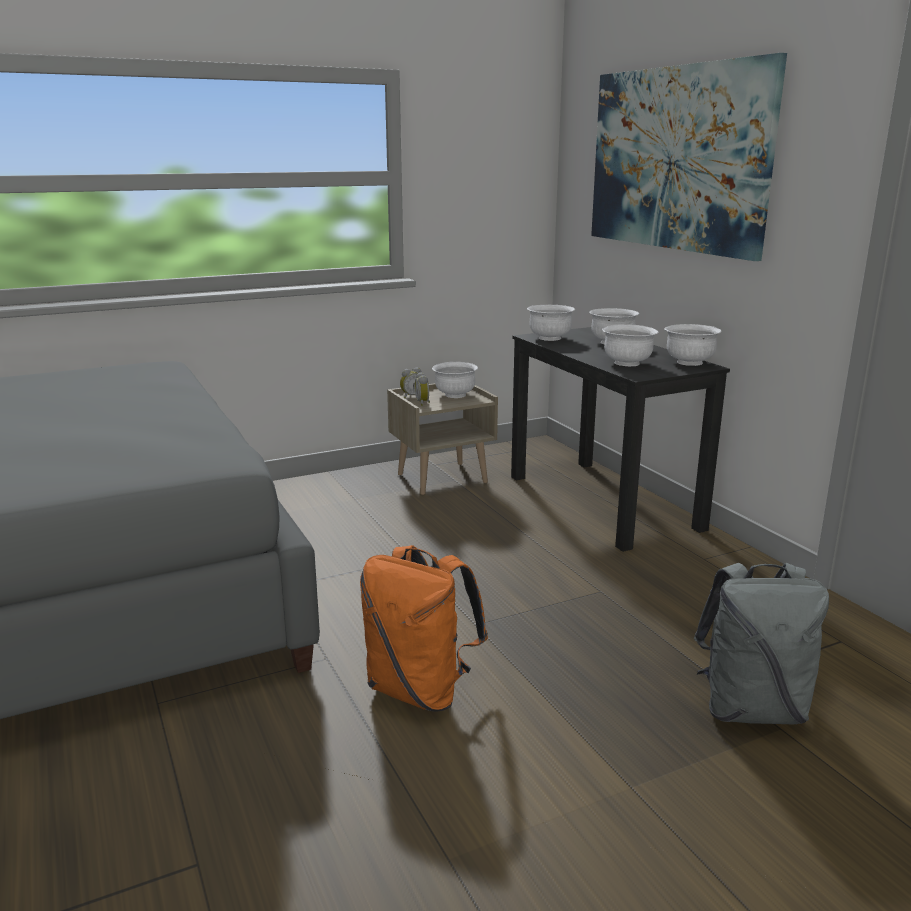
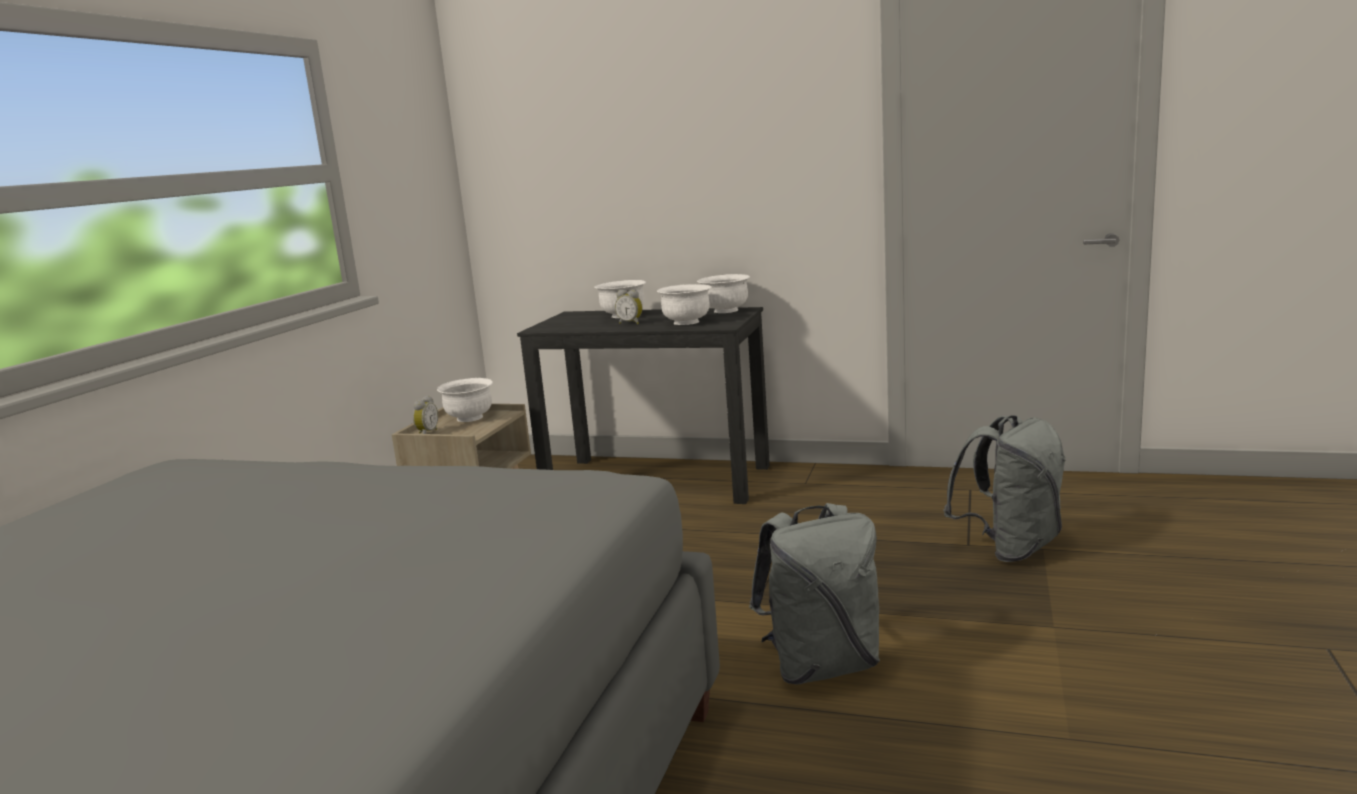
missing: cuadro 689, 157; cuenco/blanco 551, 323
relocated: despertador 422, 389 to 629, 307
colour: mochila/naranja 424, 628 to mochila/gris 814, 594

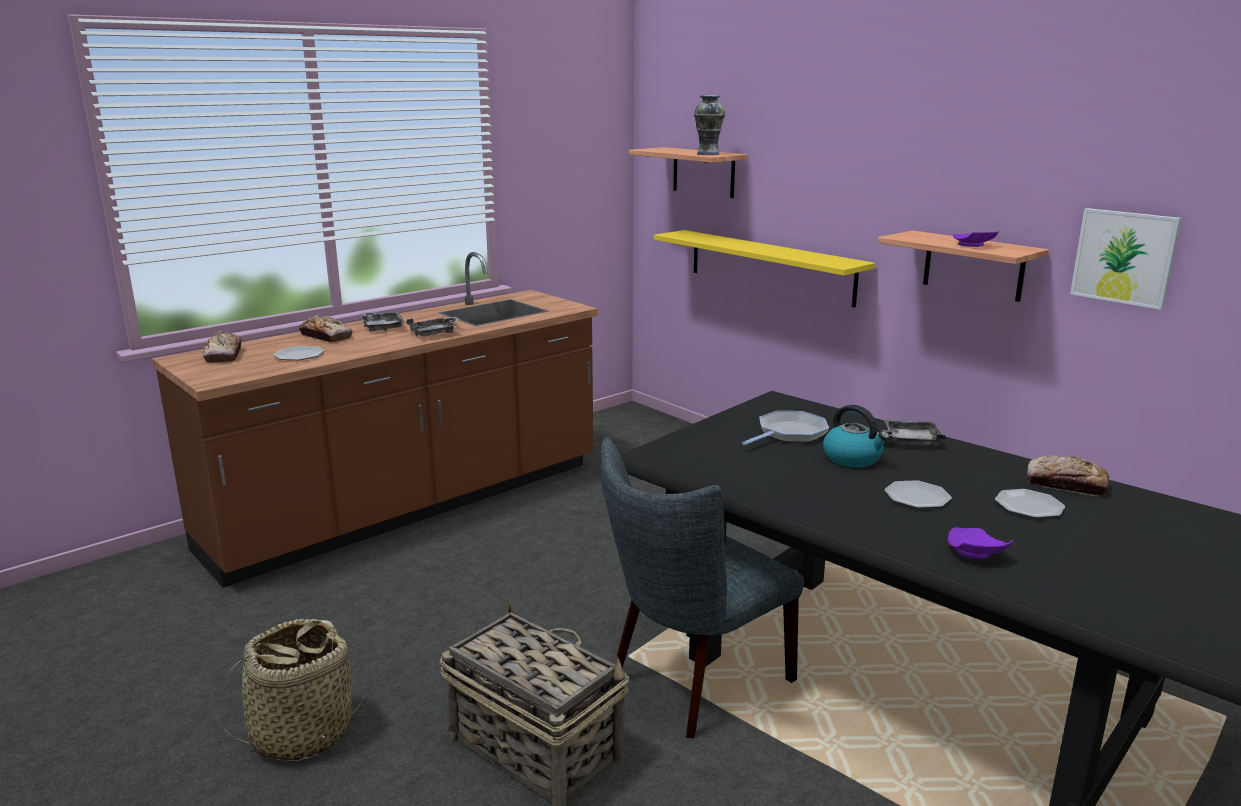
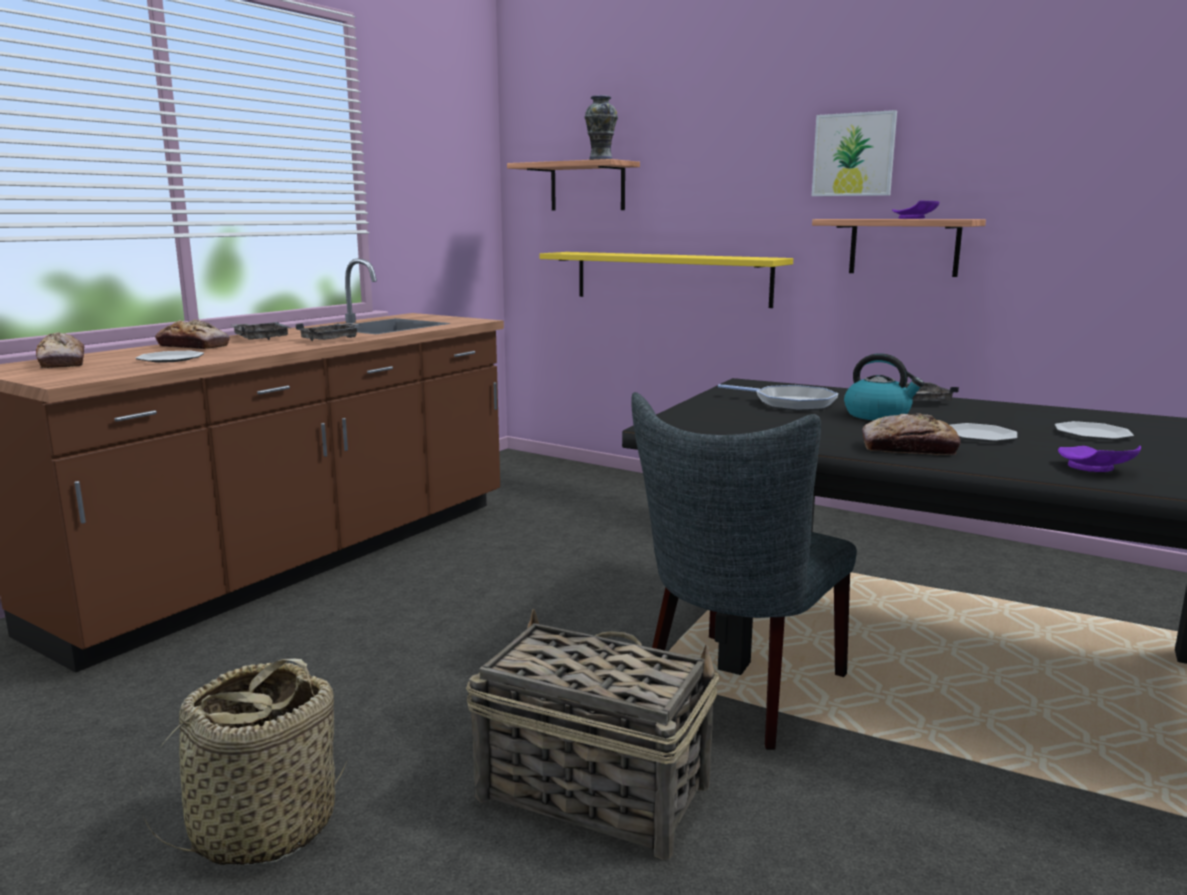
relocated: cuadro 1126, 259 to 854, 153; pan 1068, 475 to 911, 434
spun: sartén 785, 428 = 778, 397 90 degrees clockwise

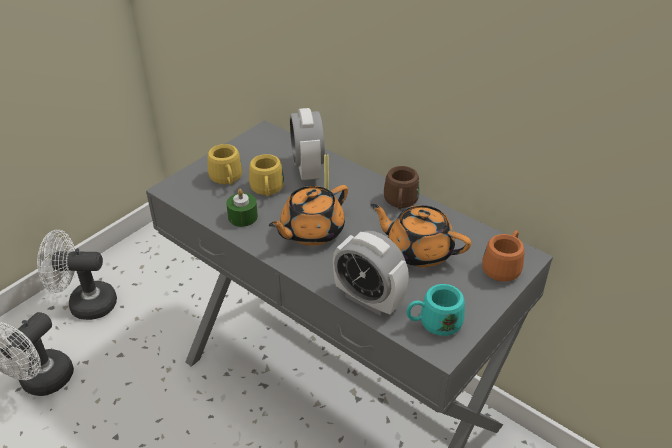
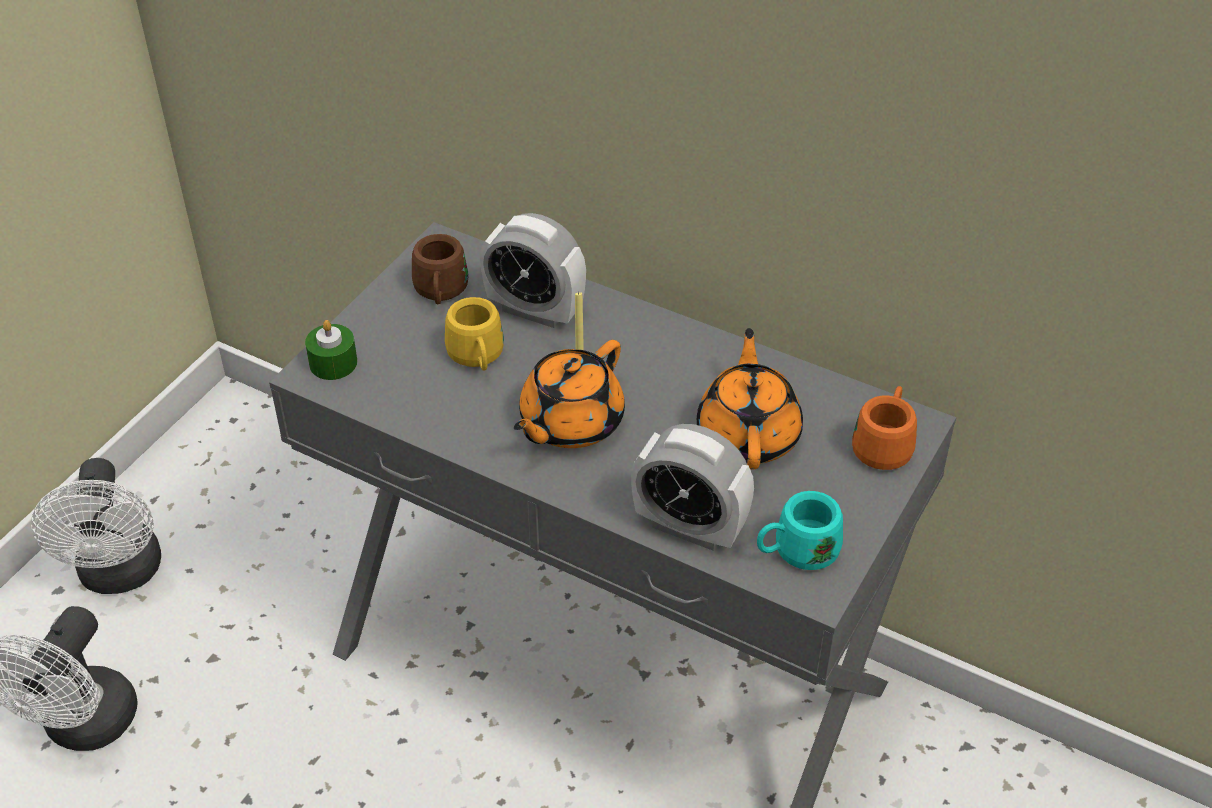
missing: taza grande/amarillo 224, 164
relocated: taza grande/marrón 401, 187 to 440, 269; vela/verde 242, 208 to 331, 350
spun: despertador 307, 144 = 533, 270 45 degrees counterclockwise; tetera/naranja 420, 235 = 750, 398 75 degrees clockwise; ventilador/blanco 77, 275 = 96, 526 90 degrees counterclockwise

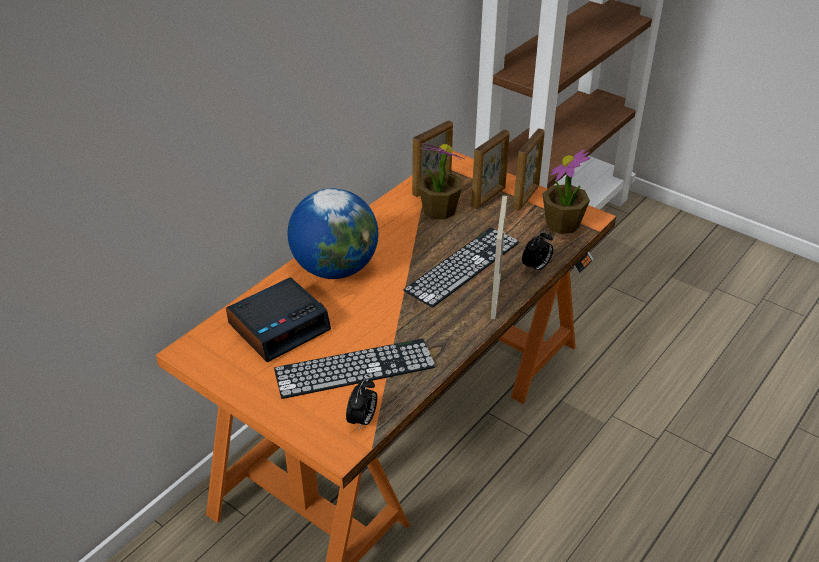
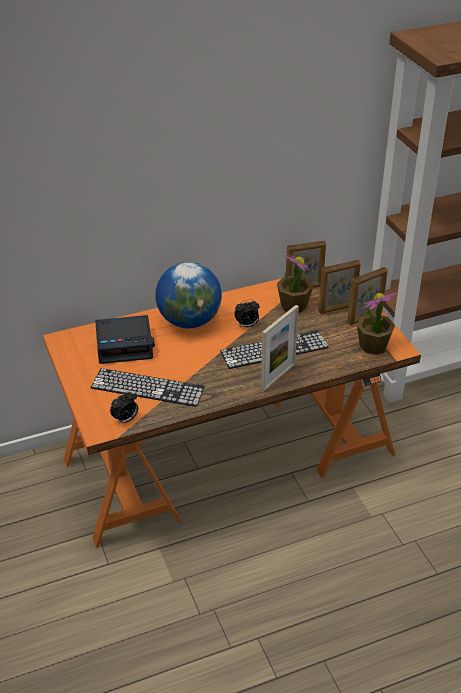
relocated: despertador 537, 251 to 247, 313

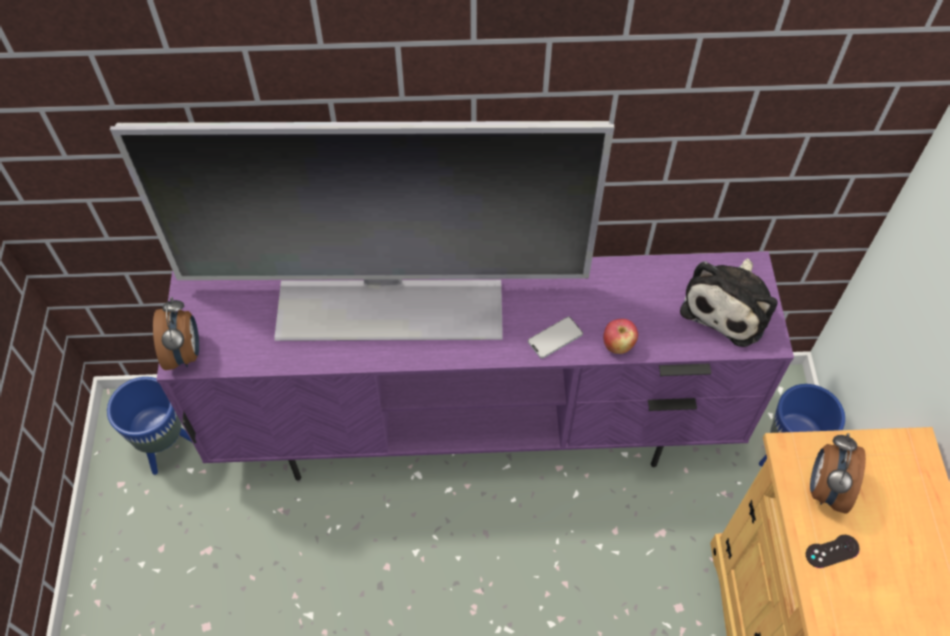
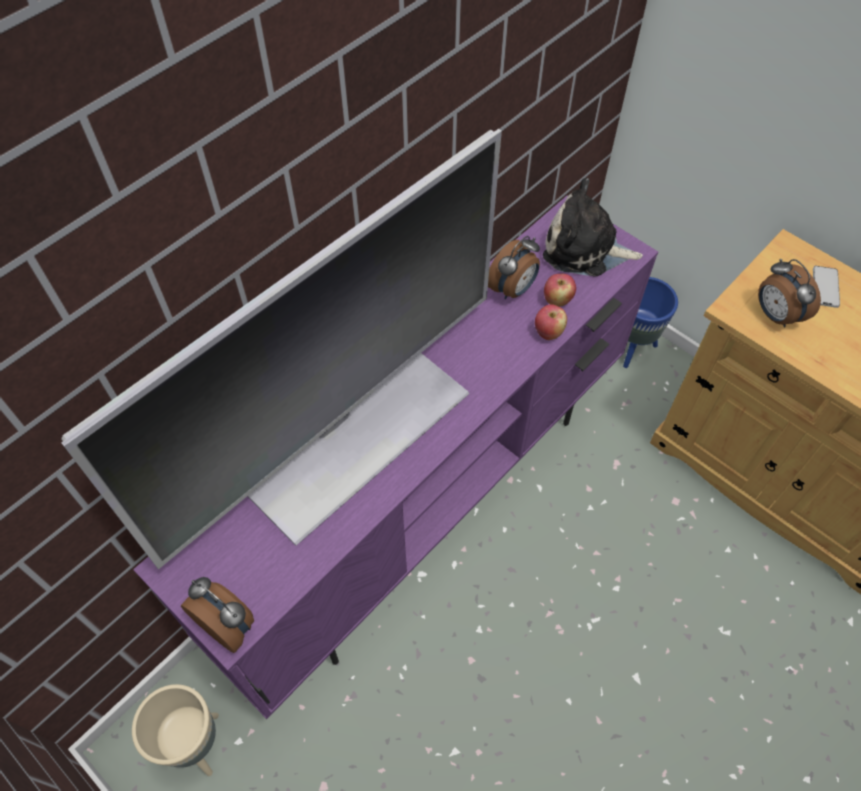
missing: mando de consola/negro 833, 551
appeared: despertador 514, 267; manzana 560, 290
relocated: móvil 555, 337 to 826, 287
colour: maceta/azul 149, 426 to maceta/beis 175, 730
spun: peluche 729, 302 = 593, 227 120 degrees clockwise

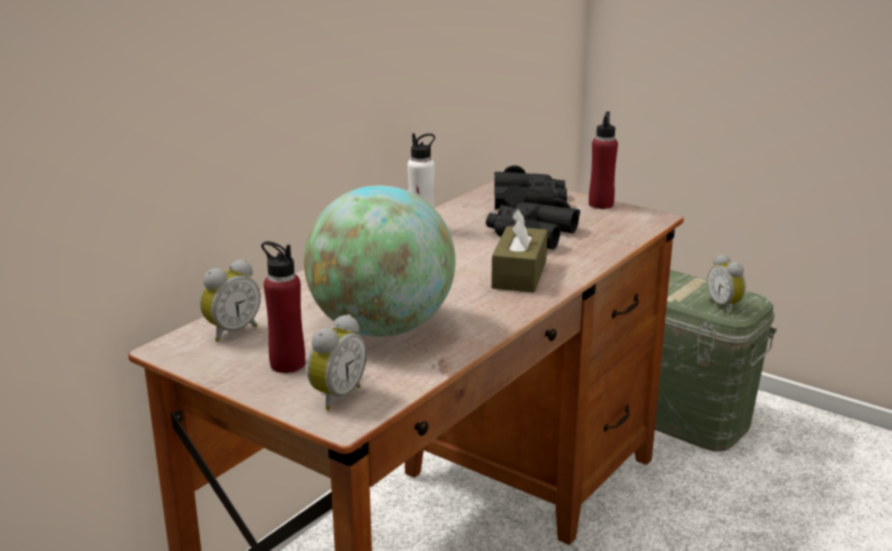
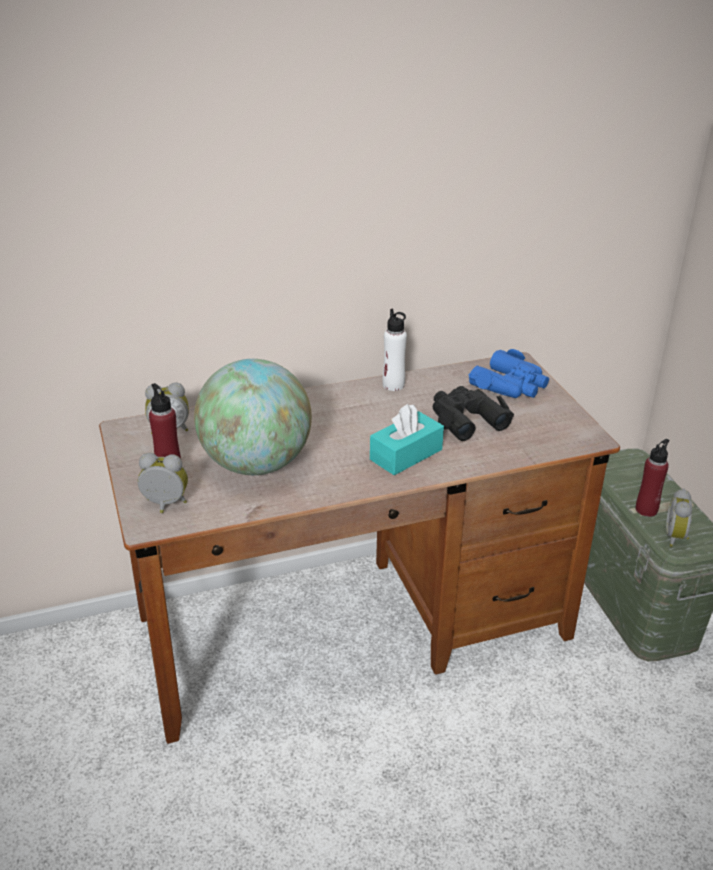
relocated: botella/rojo 603, 160 to 652, 478
colour: prismáticos/negro 530, 187 to prismáticos/azul 509, 373; caja de pañuelos/marrón 519, 251 to caja de pañuelos/turquesa 407, 439
spun: despertador 337, 362 = 163, 483 150 degrees counterclockwise

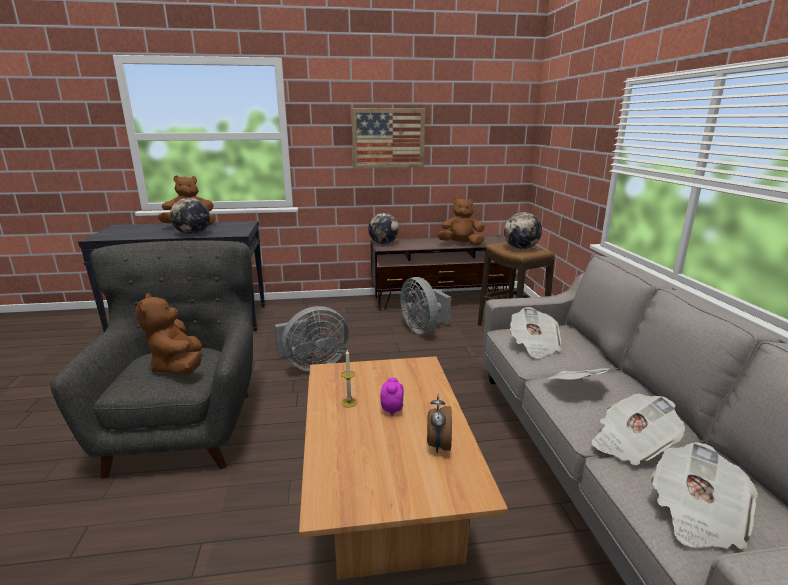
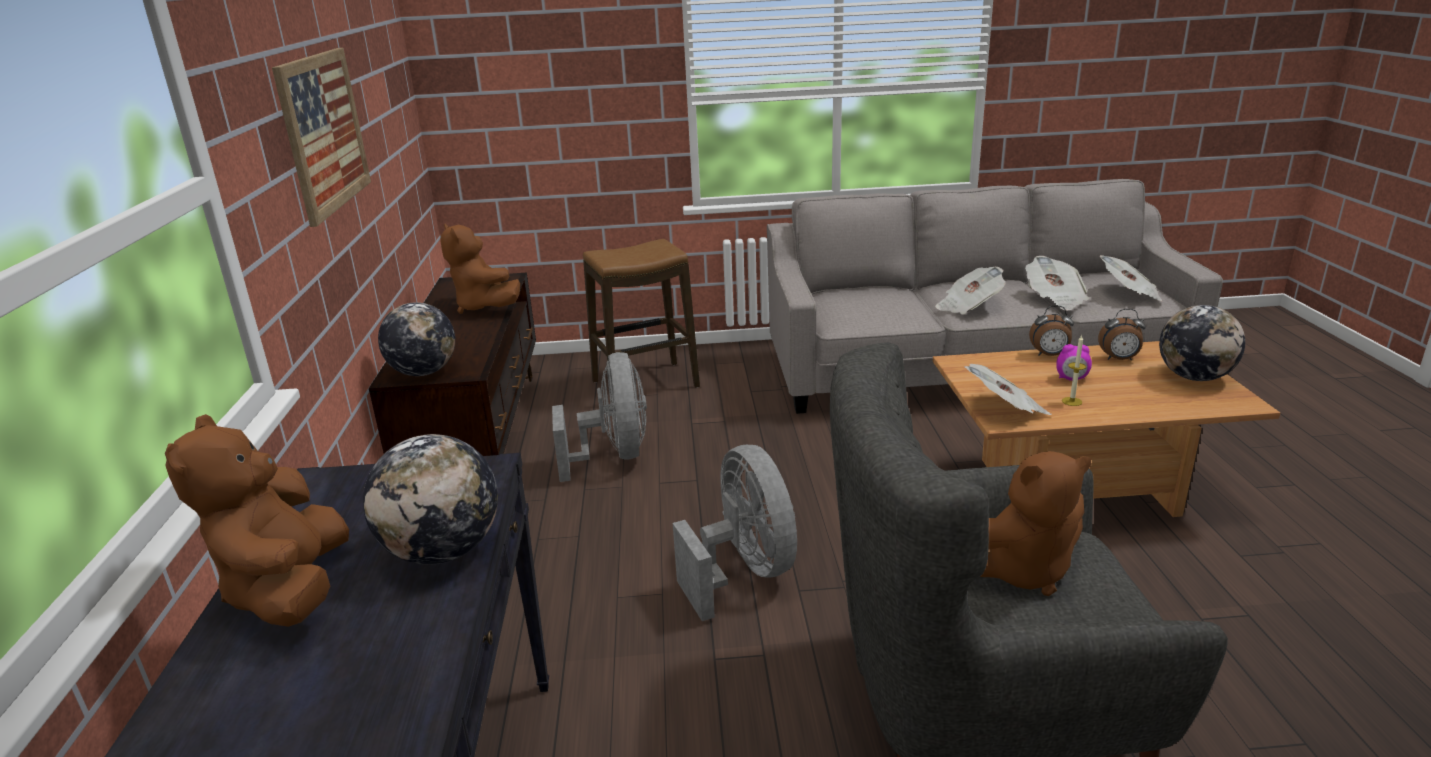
appeared: despertador 1051, 331
relocated: globo terráqueo 523, 230 to 1202, 343; periódico 535, 332 to 1008, 389
spun: peluche/marrón 461, 221 = 480, 268 45 degrees counterclockwise; ventilador/gris 425, 305 = 599, 417 75 degrees counterclockwise

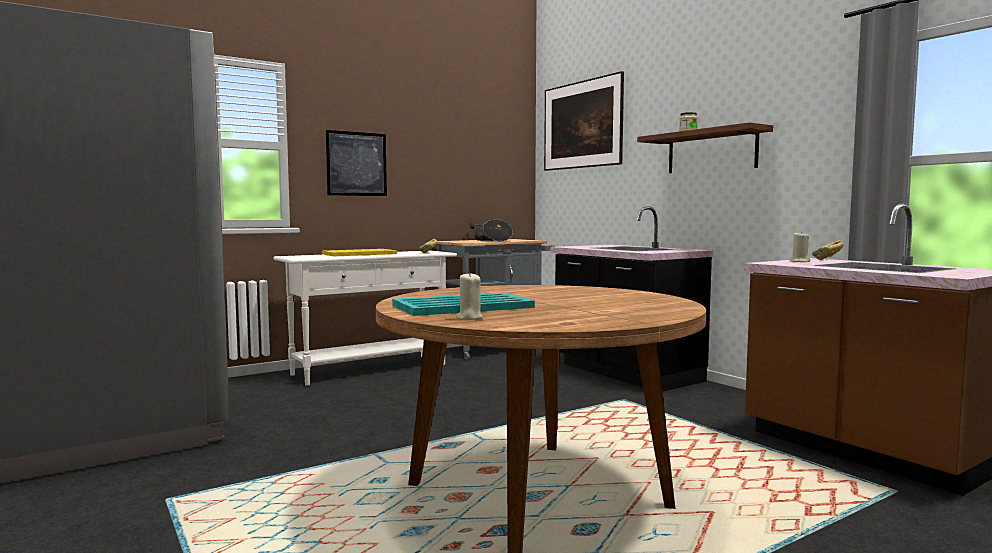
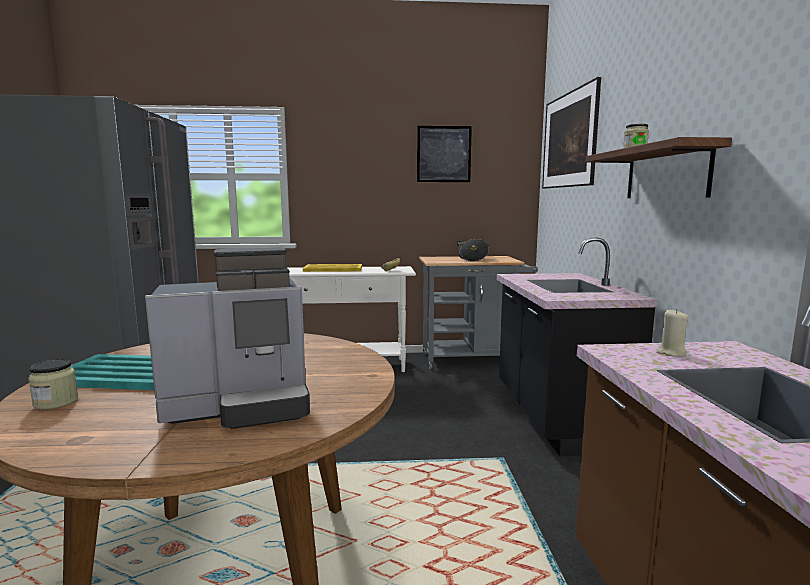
missing: pan 828, 250
appeared: cafetera 227, 338
relocated: cuadro 356, 163 to 444, 154
exchanged: vela/beis 469, 296 to tarro 53, 384

